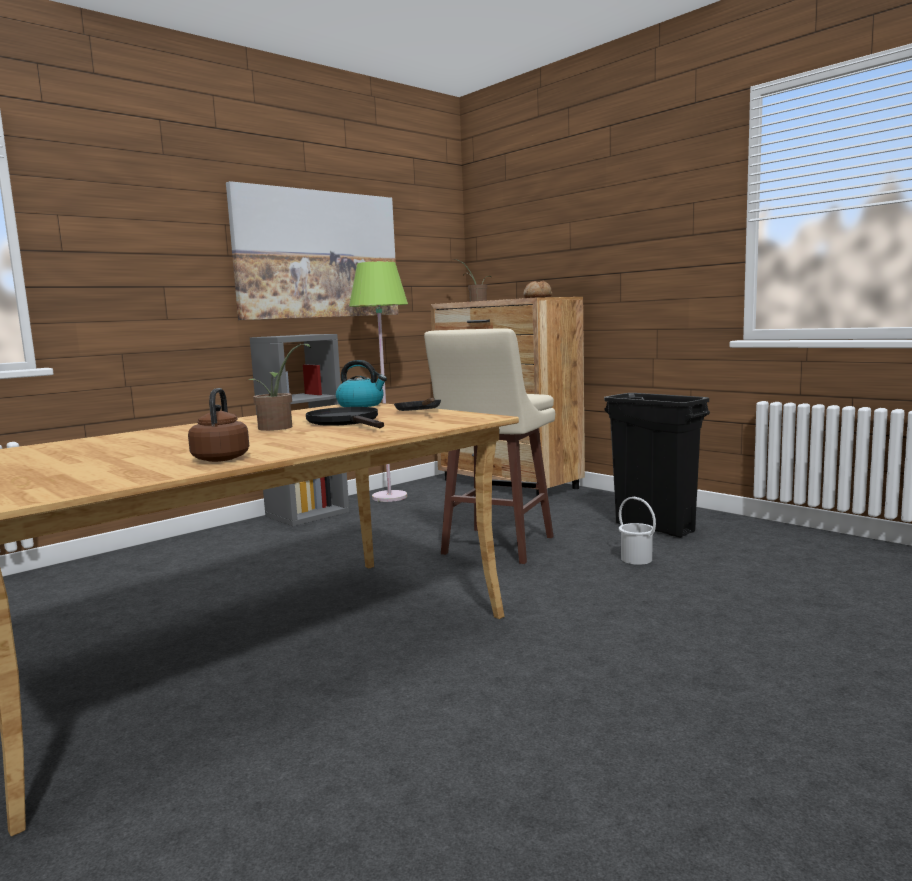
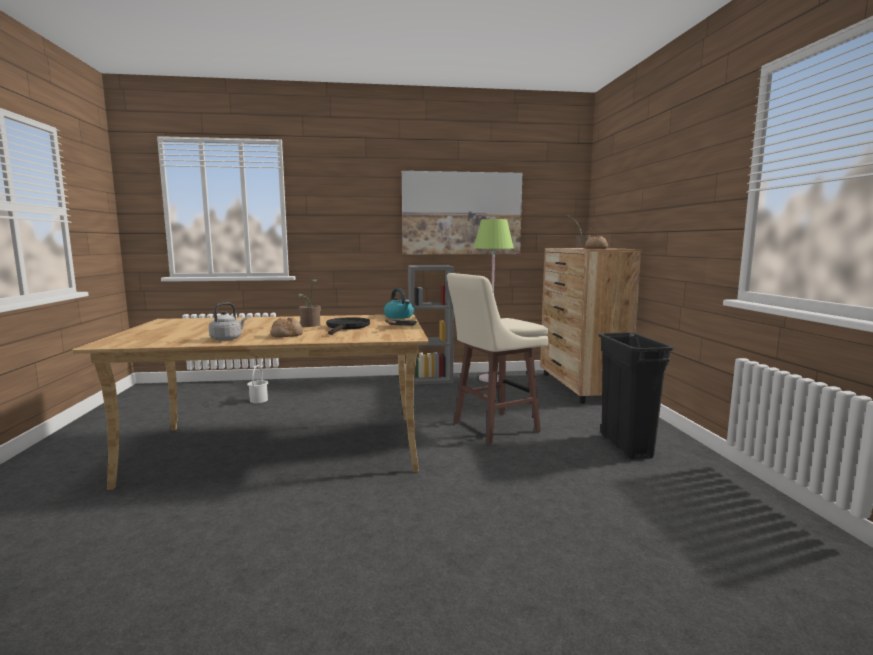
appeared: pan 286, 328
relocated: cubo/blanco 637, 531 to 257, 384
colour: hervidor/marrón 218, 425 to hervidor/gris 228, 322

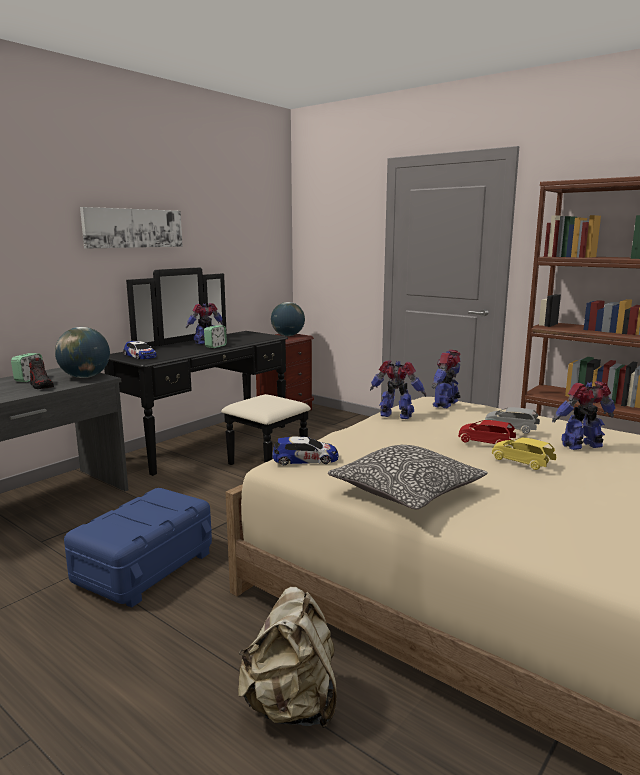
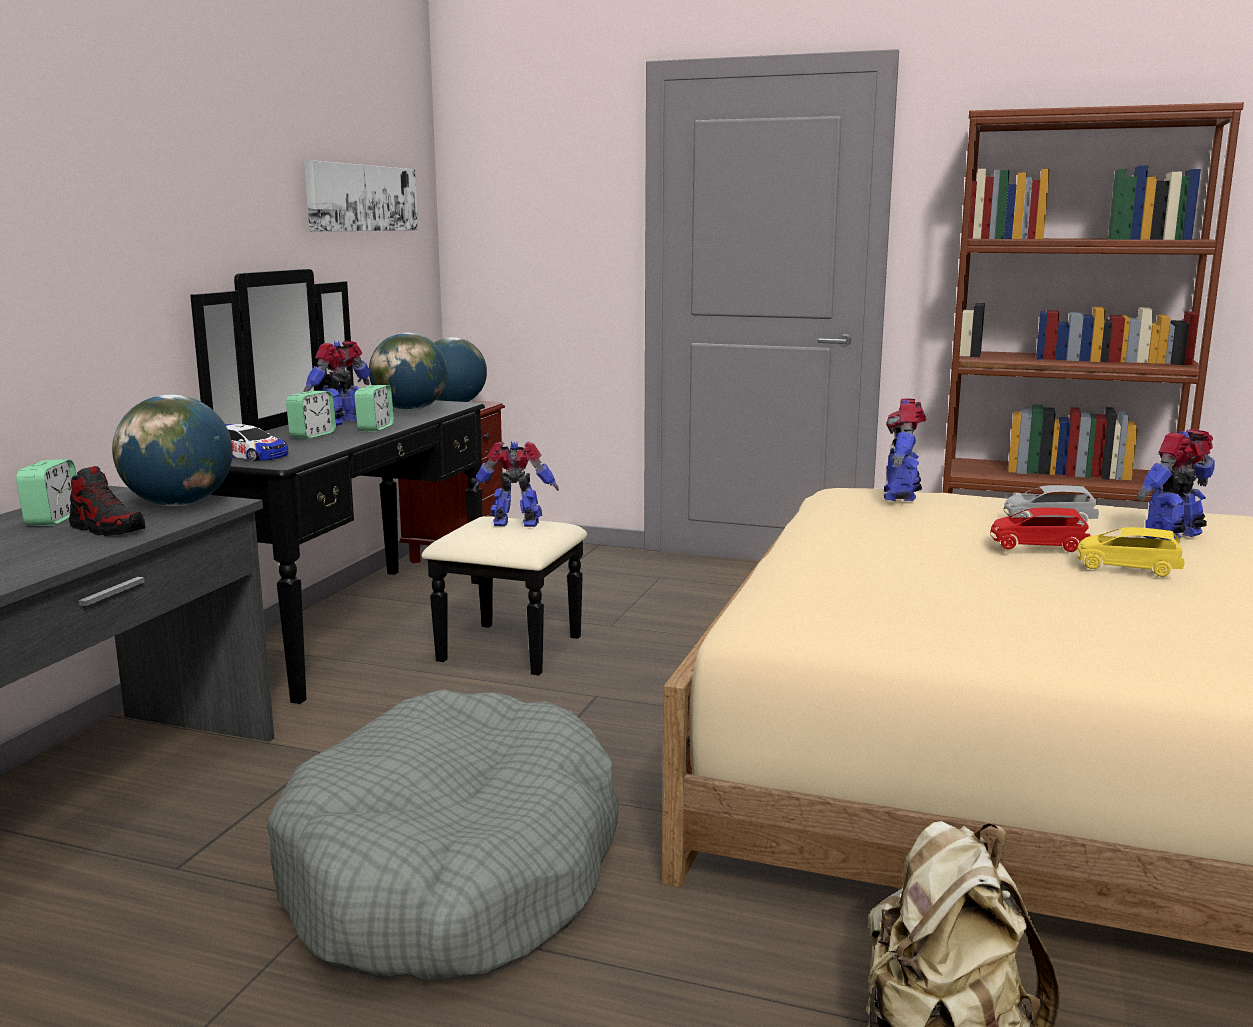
missing: coche de juguete 305, 451; cojín 408, 477
appeared: globo terráqueo 408, 371; despertador 311, 415
relocated: cuadro 131, 228 to 361, 196; robot de juguete 398, 389 to 516, 484
exchanged: caja de almacenaje/azul 138, 548 to cama para perro/gris 443, 835

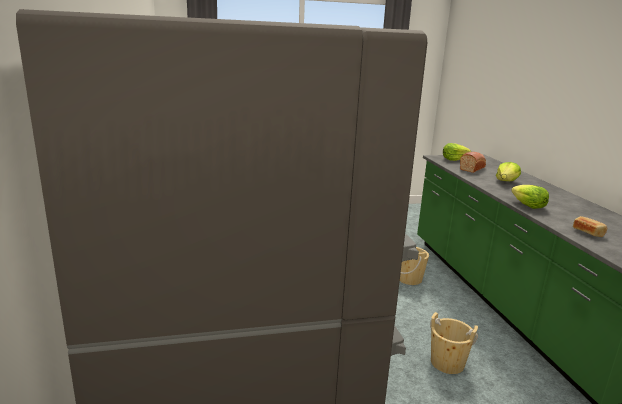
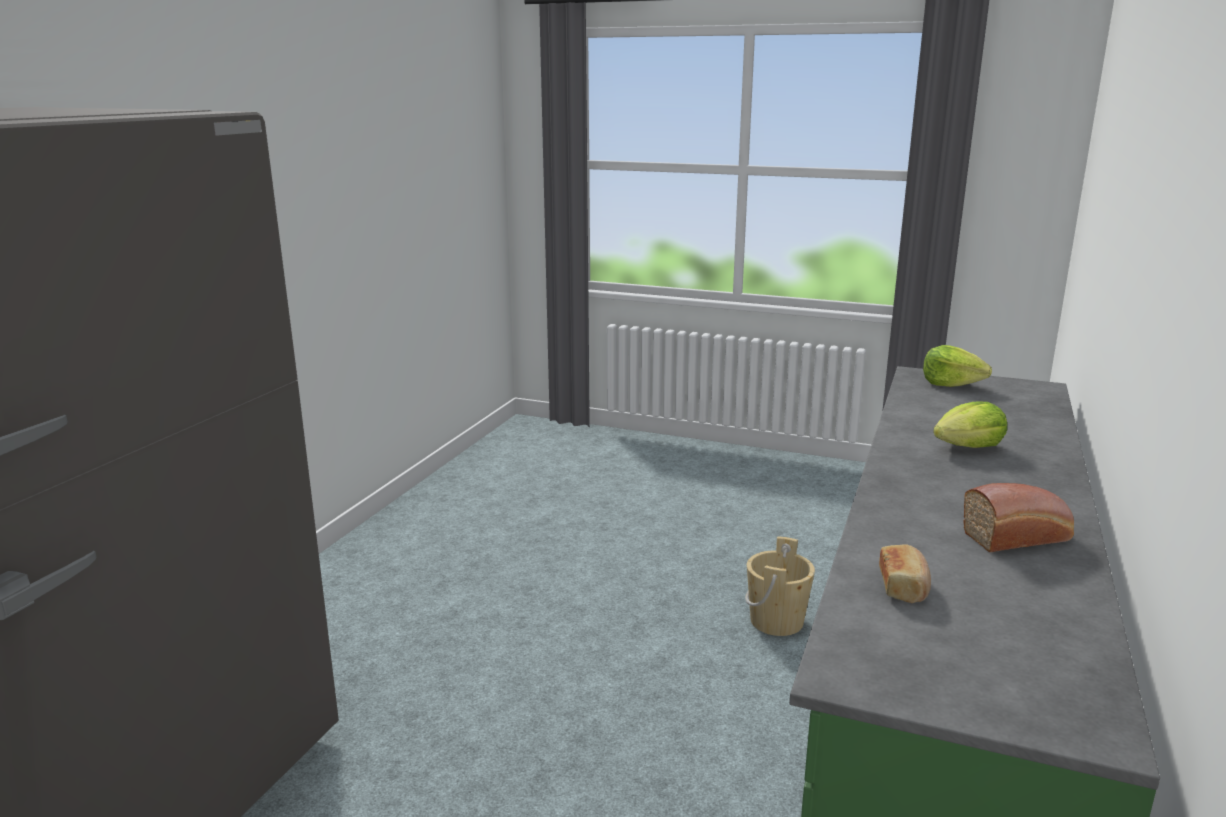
missing: lechuga 530, 197; cubo/beis 454, 343
relocated: pan 473, 162 to 1018, 517

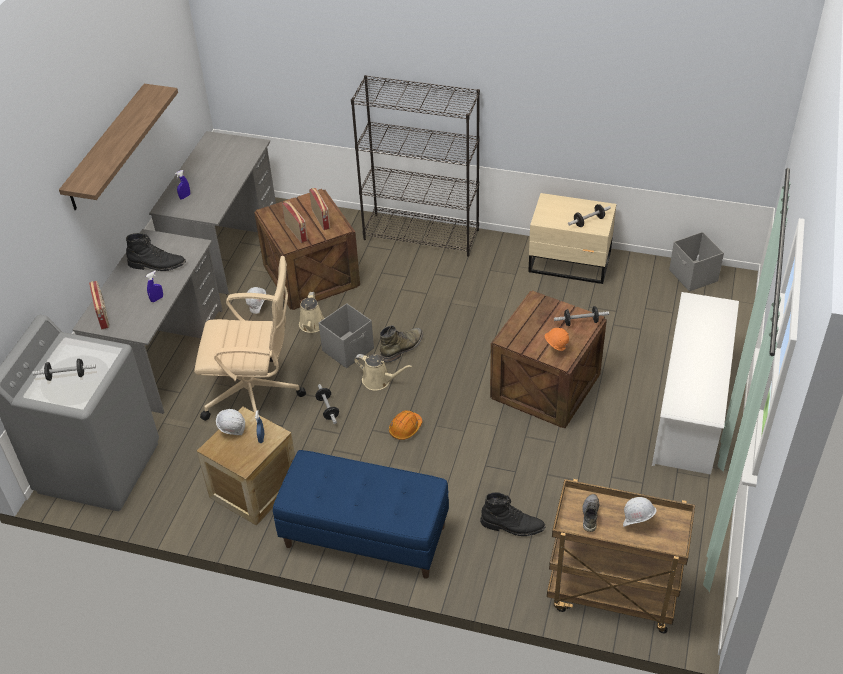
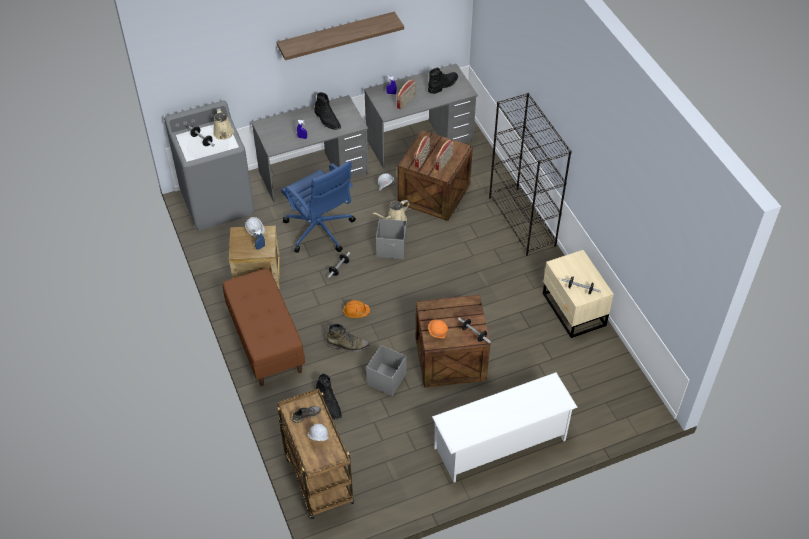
appeared: bota/negro 443, 80
relocated: caja de almacenaje/gris 696, 262 to 386, 370; radio 99, 305 to 406, 95; bota/verde 401, 343 to 348, 338; regadera/beis 383, 372 to 223, 124
colour: silla de oficina/beis 250, 338 to silla de oficina/azul 318, 206; banco/azul 361, 514 to banco/marrón 264, 327

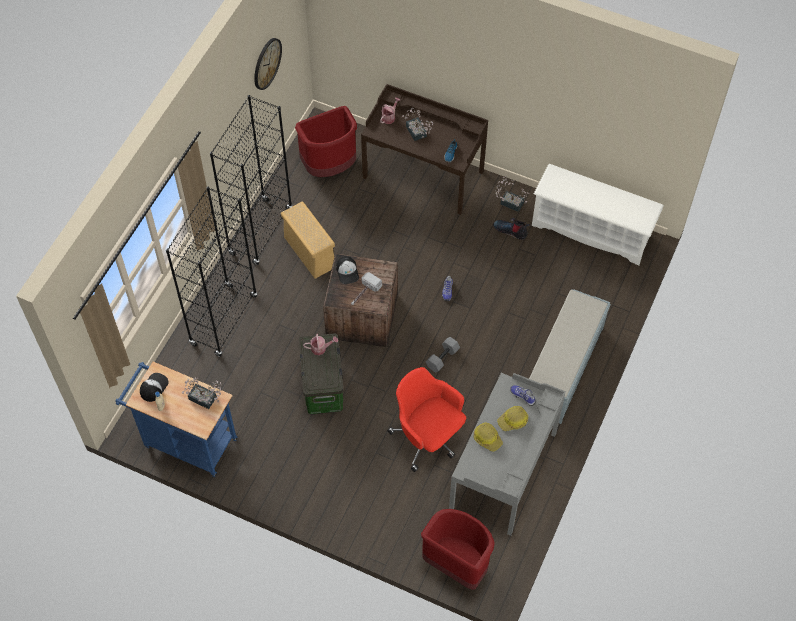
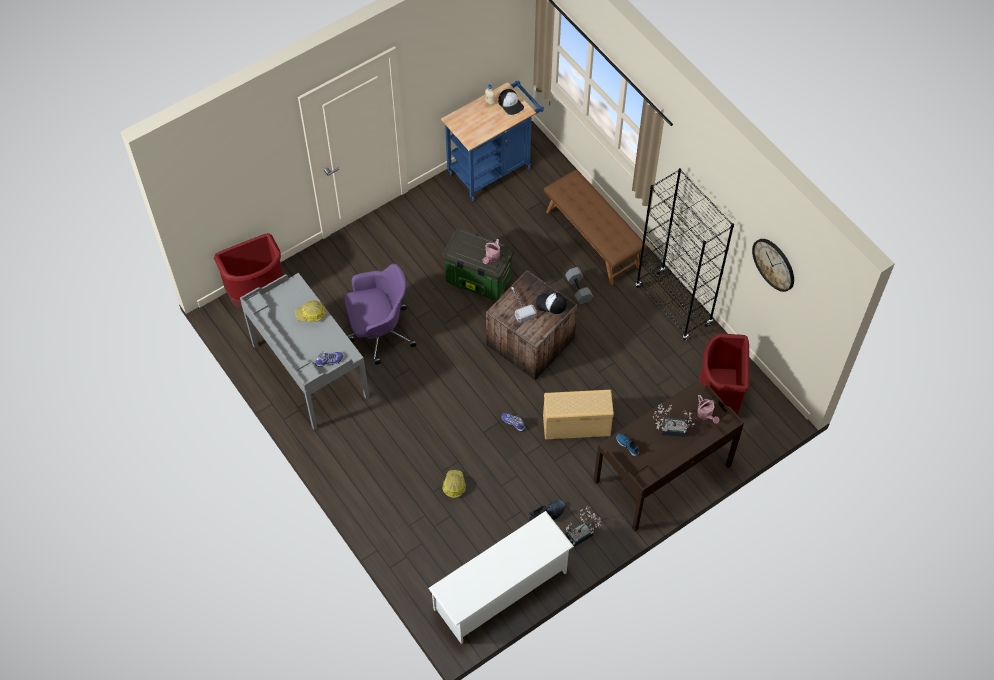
missing: banco/gris 570, 356; planta en maceta 201, 393
relocated: caja de almacenaje/beis 308, 240 to 578, 414; mancuerna/gris 442, 355 to 579, 286; casco 512, 418 to 454, 484
exchanged: estantería/negro 211, 272 to banco/marrón 595, 227
colour: silla de oficina/rojo 426, 419 to silla de oficina/morado 380, 314

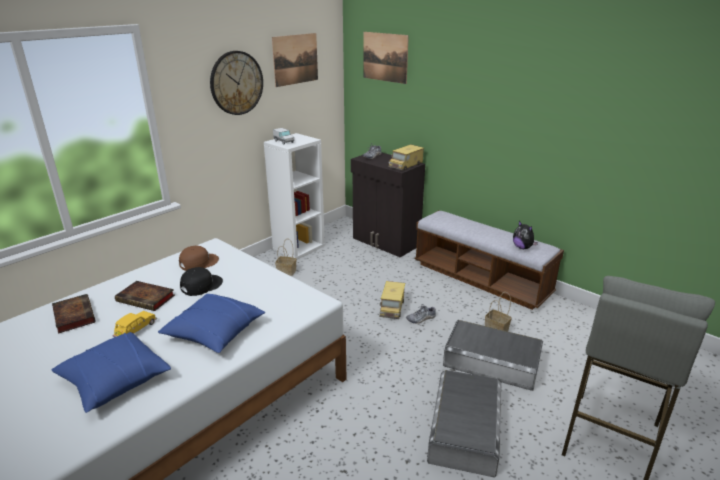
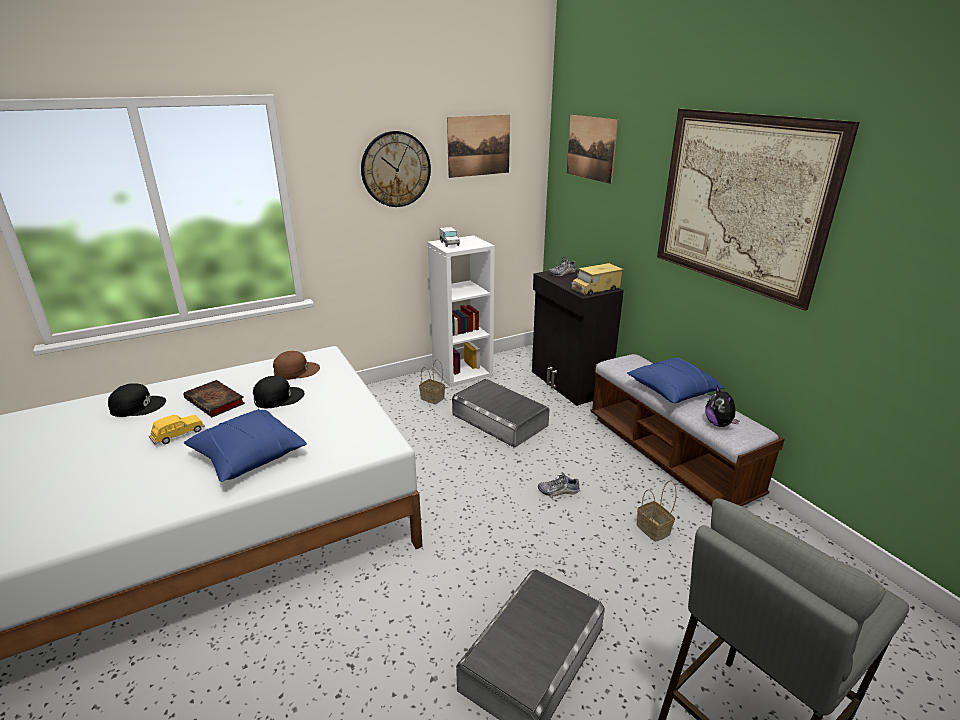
missing: camión de juguete 392, 300
appeared: cuadro 758, 210
relocated: caja de almacenaje/gris 493, 355 to 501, 413; cojín/azul 111, 372 to 675, 380
exchanged: libro 73, 314 to gorra/negro 137, 400

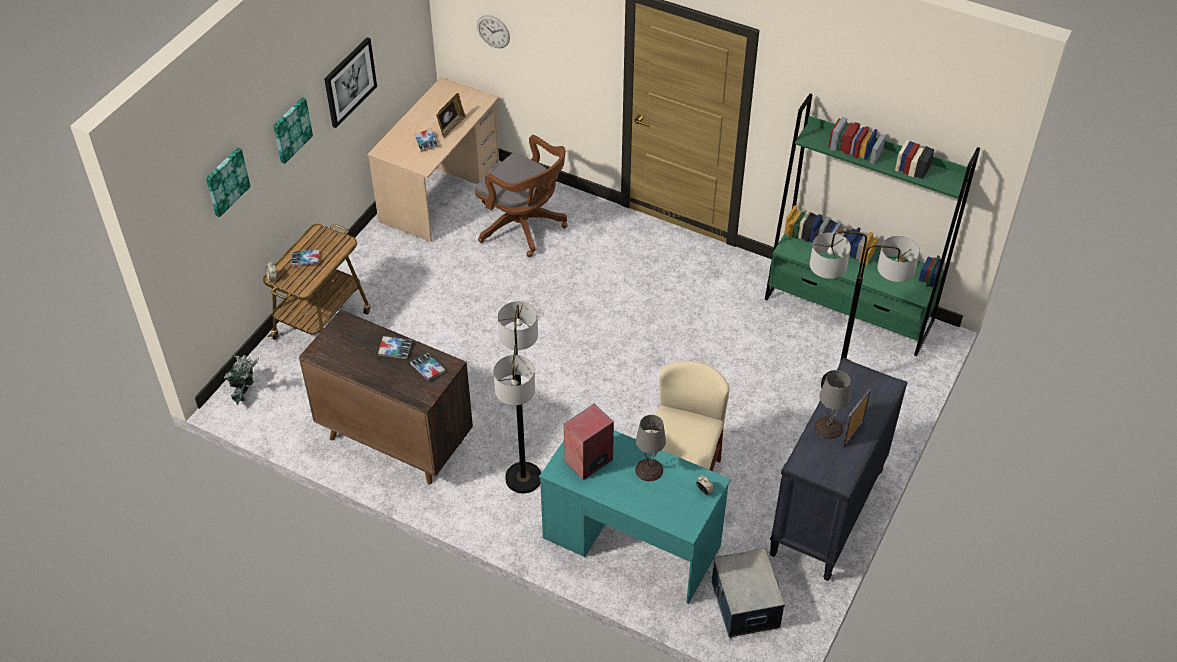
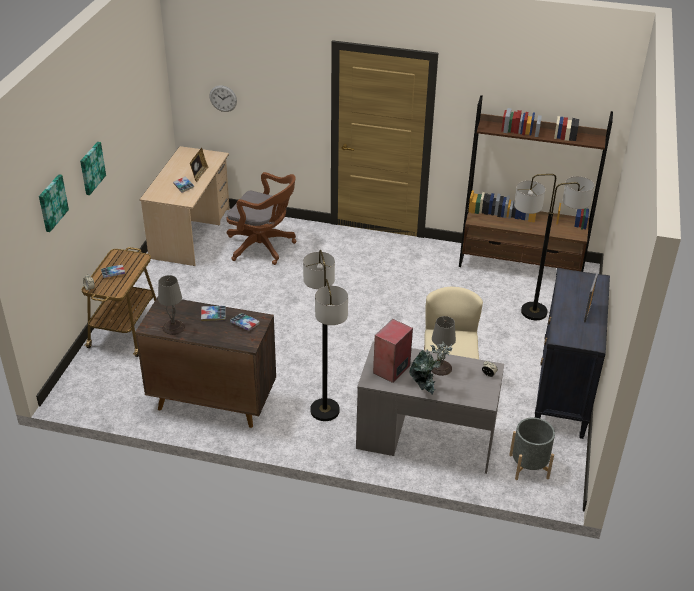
missing: cuadro 350, 82
relocated: planta en maceta 241, 380 to 430, 368; lámpara de mesa/gris 832, 404 to 171, 305
exchanged: caja de almacenaje 748, 593 to maceta/gris 532, 448
colour: estantería/verde 872, 224 to estantería/marrón 536, 183; escritorio/turquesa 635, 517 to escritorio/gris 430, 408

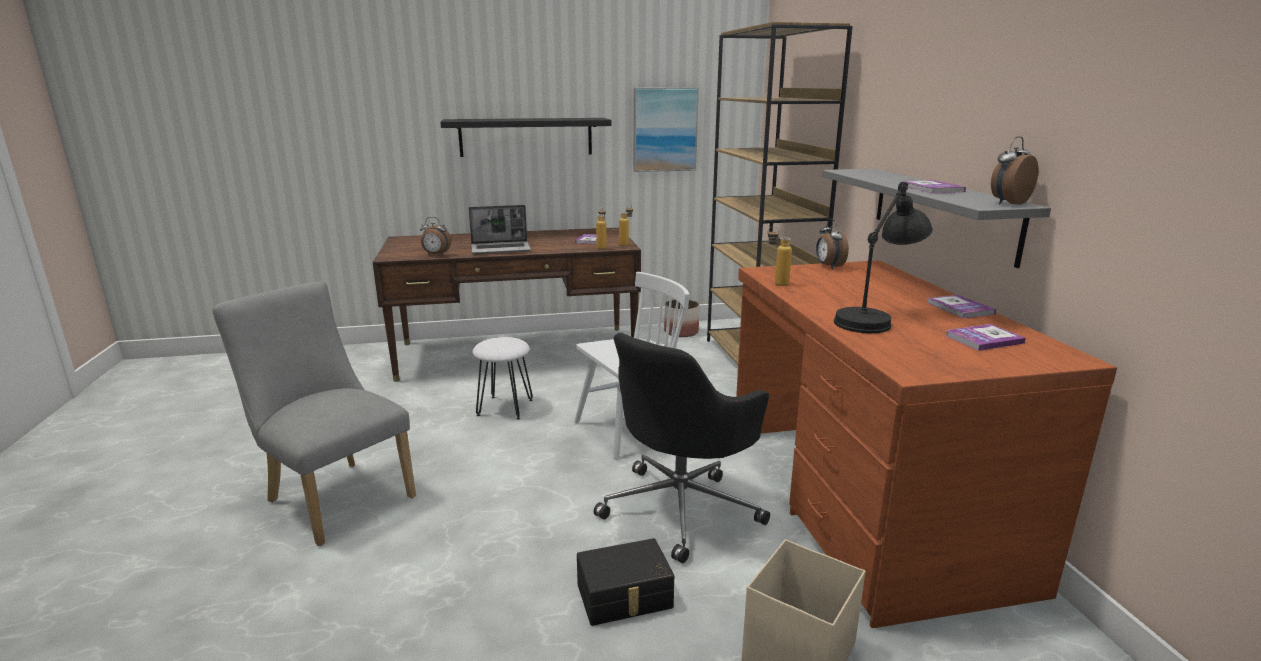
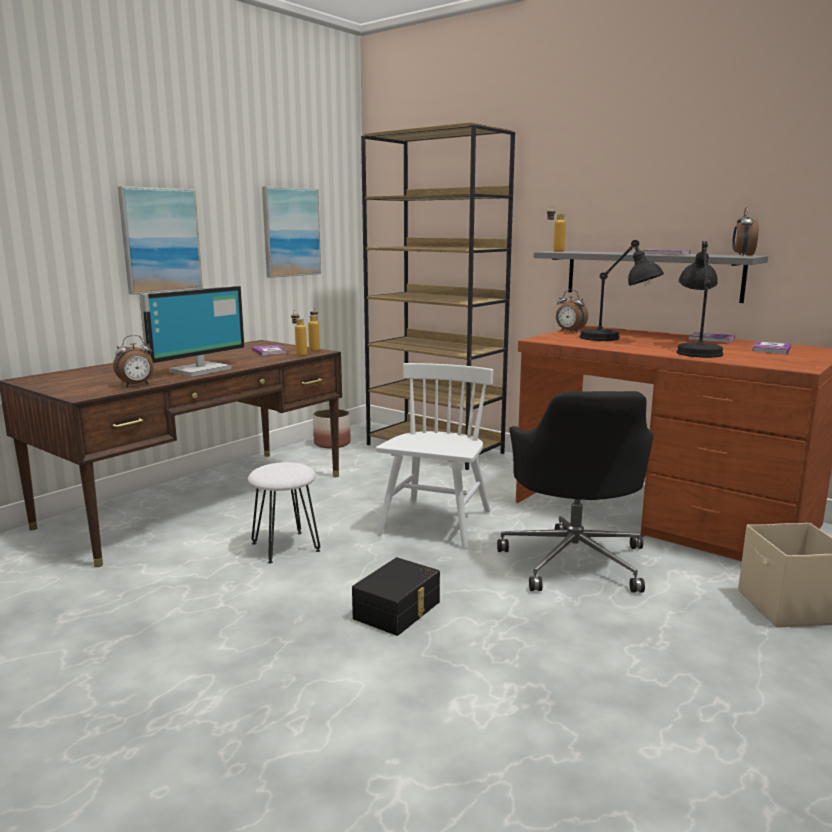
missing: silla/gris 314, 414
appeared: lámpara de mesa/negro 622, 290
relocated: botella 780, 256 to 556, 229; caja de almacenaje/negro 625, 582 to 396, 596
exchanged: estante/negro 526, 137 to cuadro 160, 240; portátil 500, 229 to monitor 192, 331

